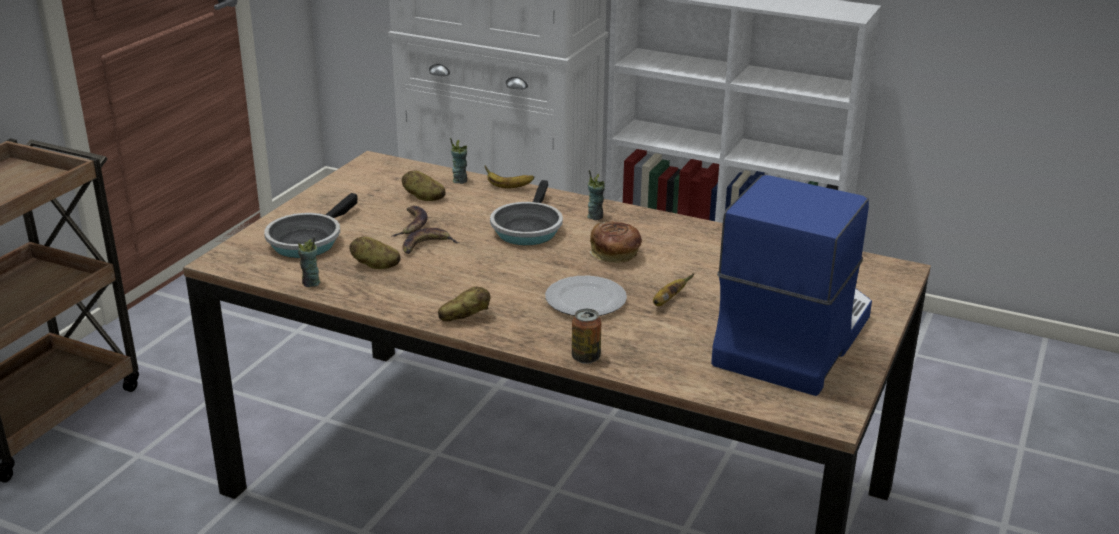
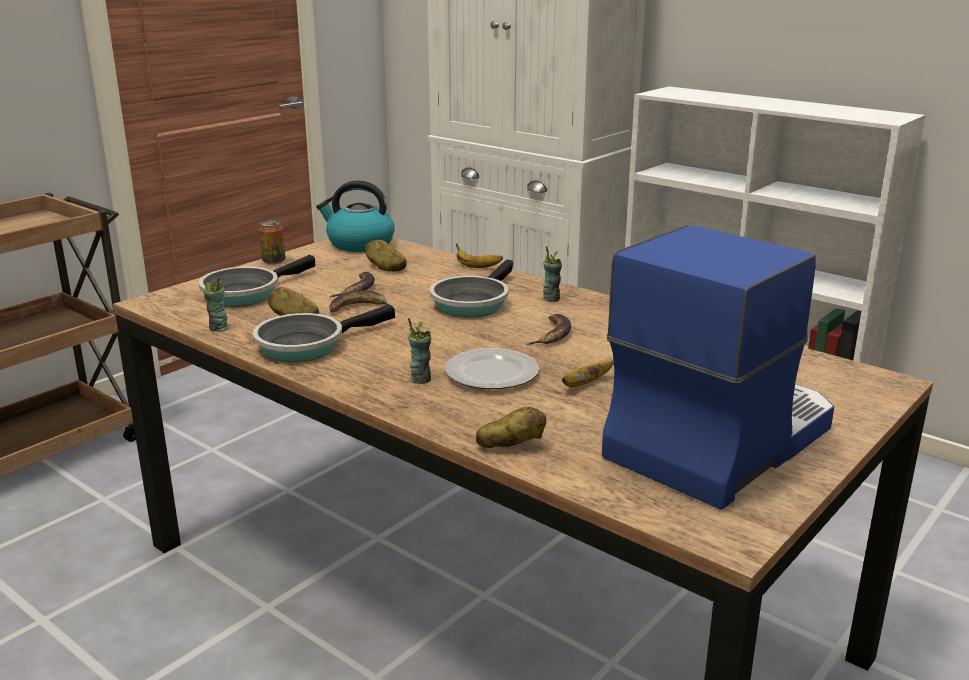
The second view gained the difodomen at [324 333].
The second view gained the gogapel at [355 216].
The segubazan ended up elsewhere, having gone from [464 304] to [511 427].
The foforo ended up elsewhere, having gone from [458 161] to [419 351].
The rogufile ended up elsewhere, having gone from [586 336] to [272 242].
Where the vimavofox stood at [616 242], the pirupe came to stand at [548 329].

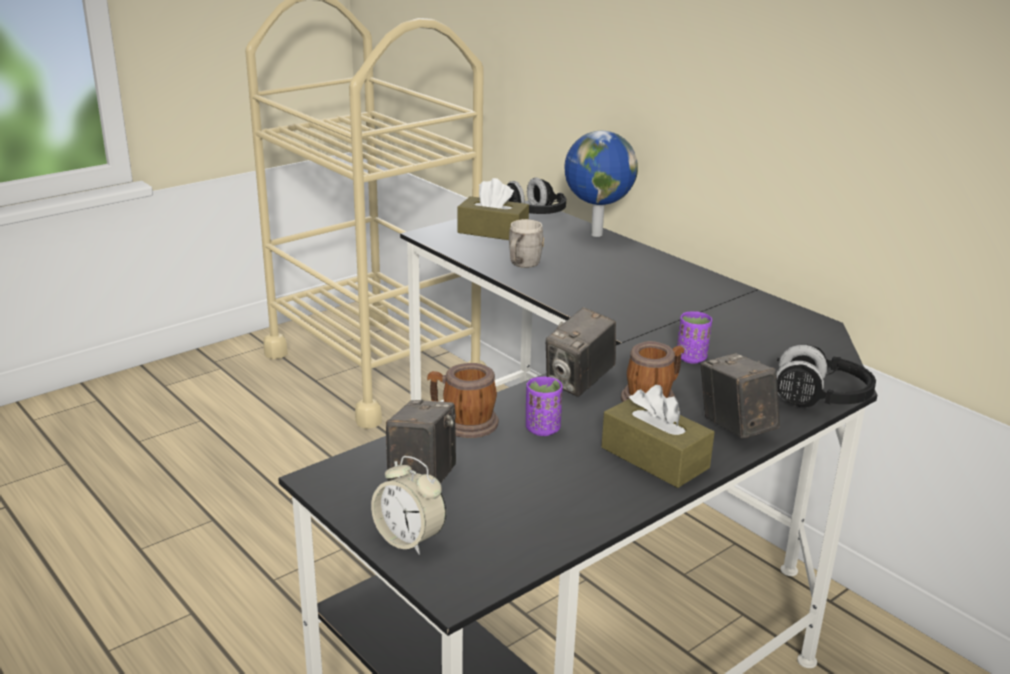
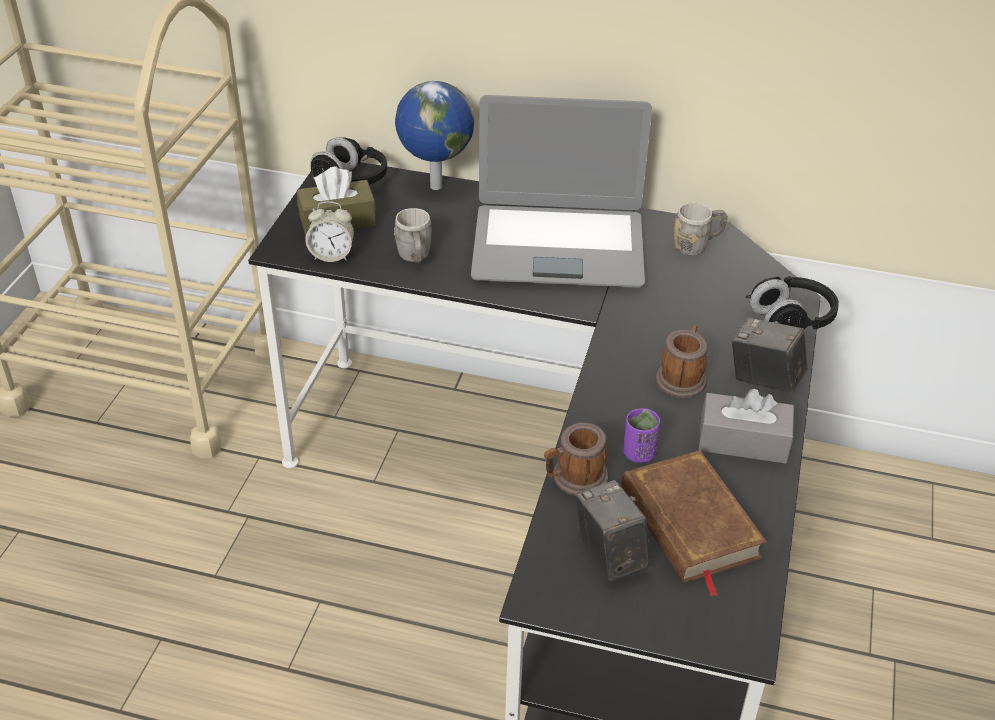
The second view lost the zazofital at [581 352].
The second view lost the purple_foforo at [694 337].
The second view gained the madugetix at [561 191].
The second view gained the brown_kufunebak at [694 523].
The second view gained the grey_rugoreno at [701 229].
The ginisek ended up elsewhere, having gone from [408 505] to [329 231].
What was the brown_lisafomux at [658 436] turned into the grey_lisafomux at [746 426].

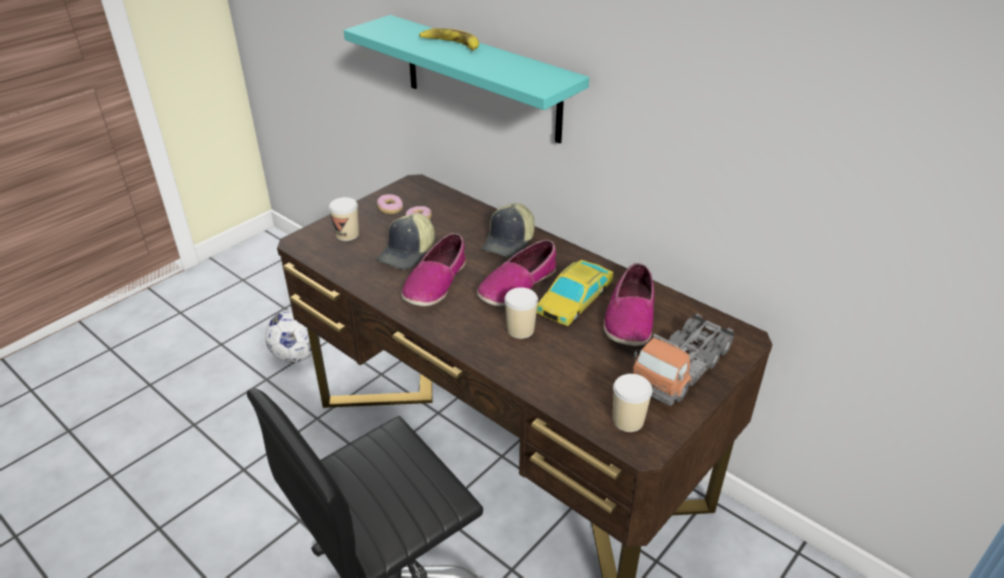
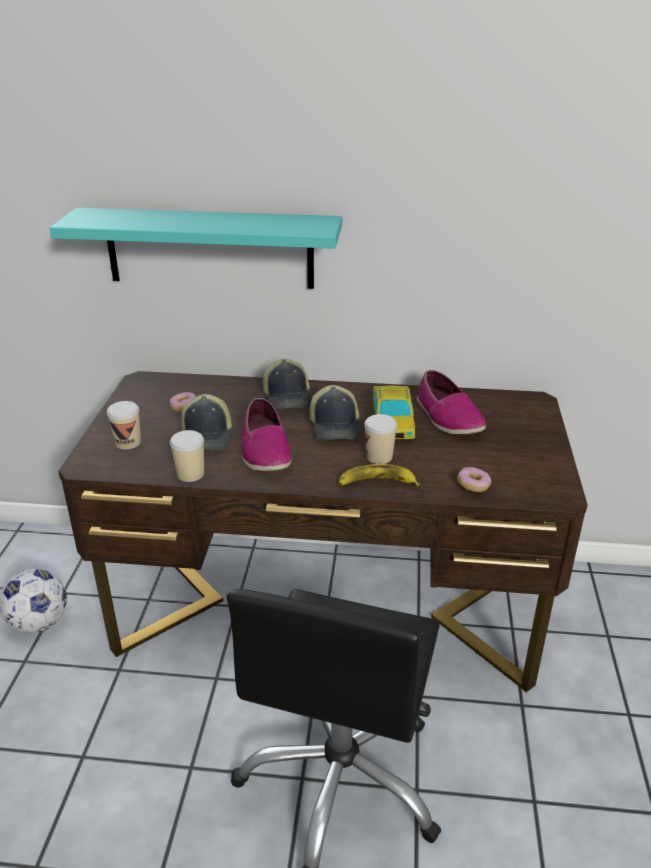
The second view lost the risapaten at [684 360].
The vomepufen ended up elsewhere, having gone from [390 204] to [474 479].
The pirupe ended up elsewhere, having gone from [449 39] to [379 475].
The foforo ended up elsewhere, having gone from [632 403] to [187 456].
Where the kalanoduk stood at [516 273], the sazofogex came to stand at [335 413].

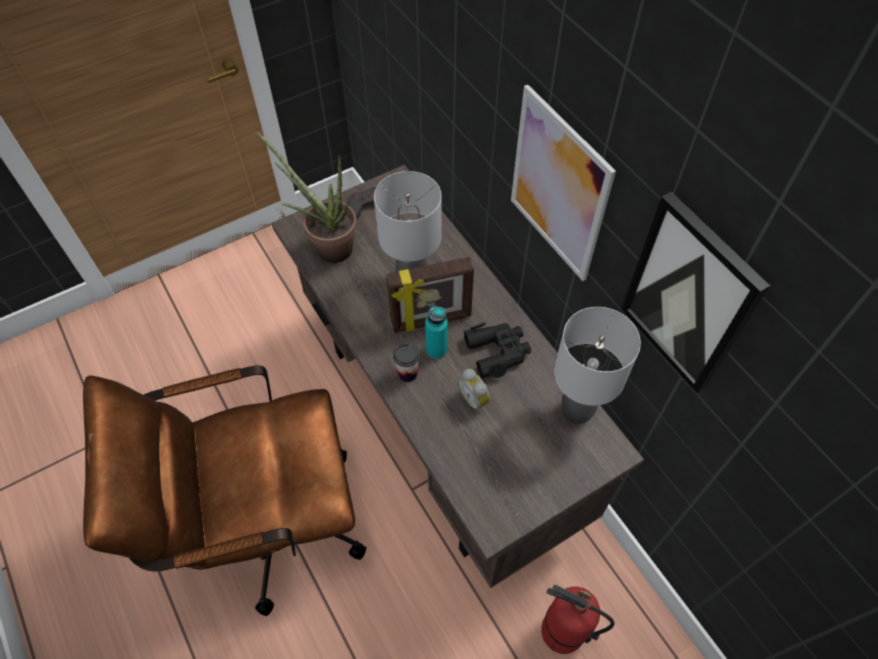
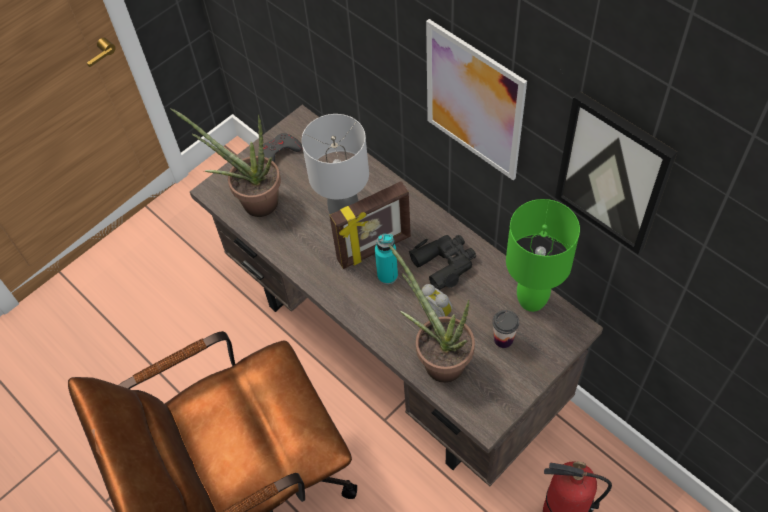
The second view gained the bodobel at [432 313].
The foforo ended up elsewhere, having gone from [406 362] to [505 329].
What was the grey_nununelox at [597 365] turned into the green_nununelox at [543 255].

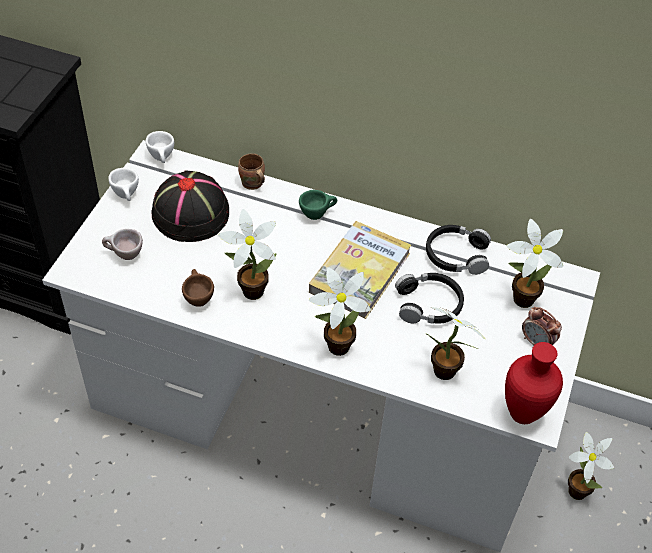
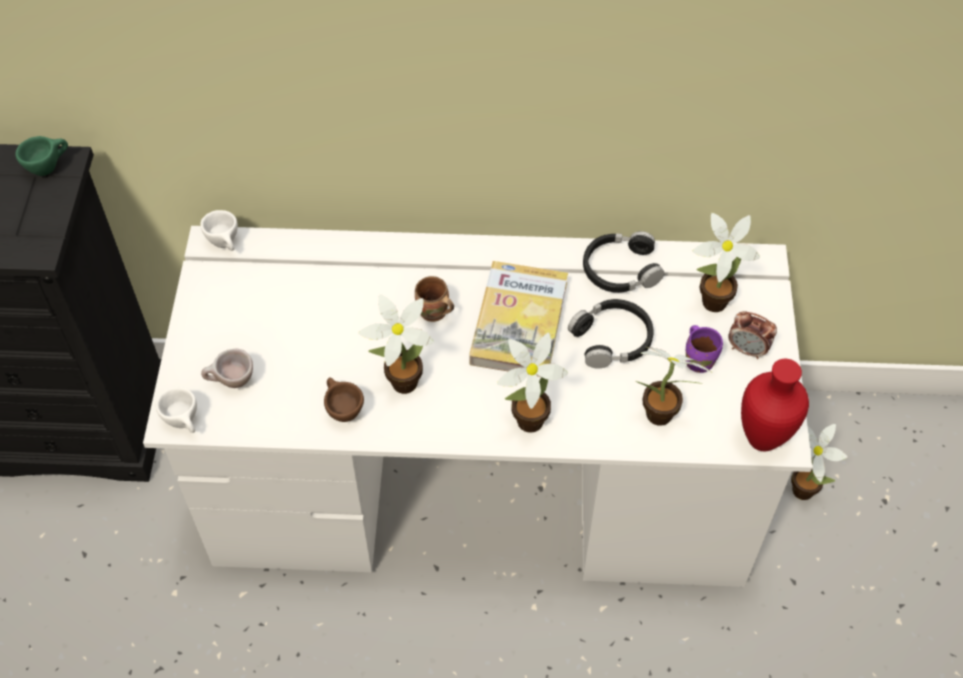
The second view lost the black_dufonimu at [190 206].
The second view gained the purple_rugoreno at [704 349].
The white_foforo ended up elsewhere, having gone from [123 184] to [176 410].
The brown_rugoreno ended up elsewhere, having gone from [251 171] to [434 299].
The green_foforo ended up elsewhere, having gone from [318 205] to [41 156].

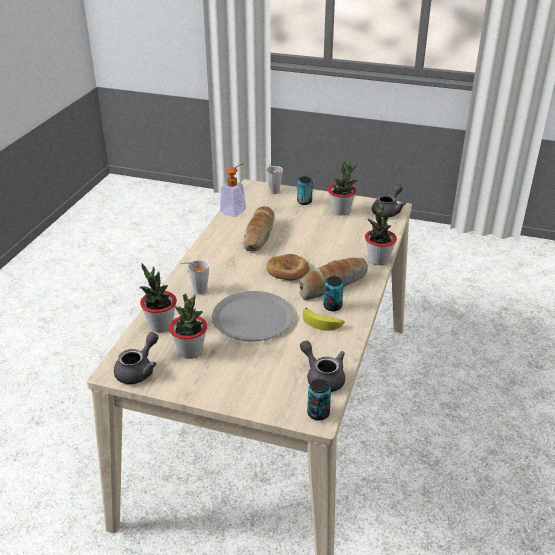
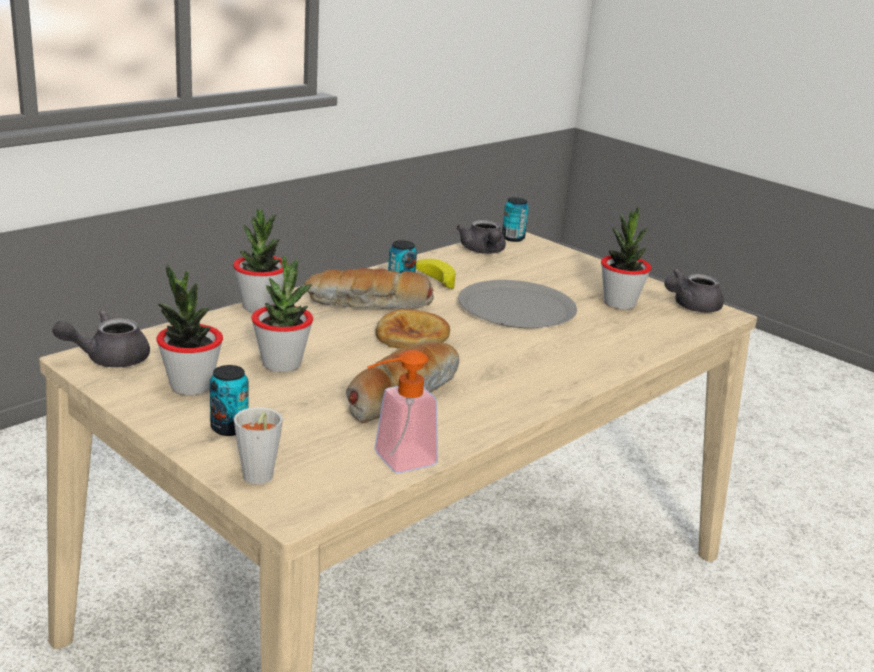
The second view lost the grey_foforo at [195 277].
The bodobel ended up elsewhere, having gone from [158 297] to [282 314].

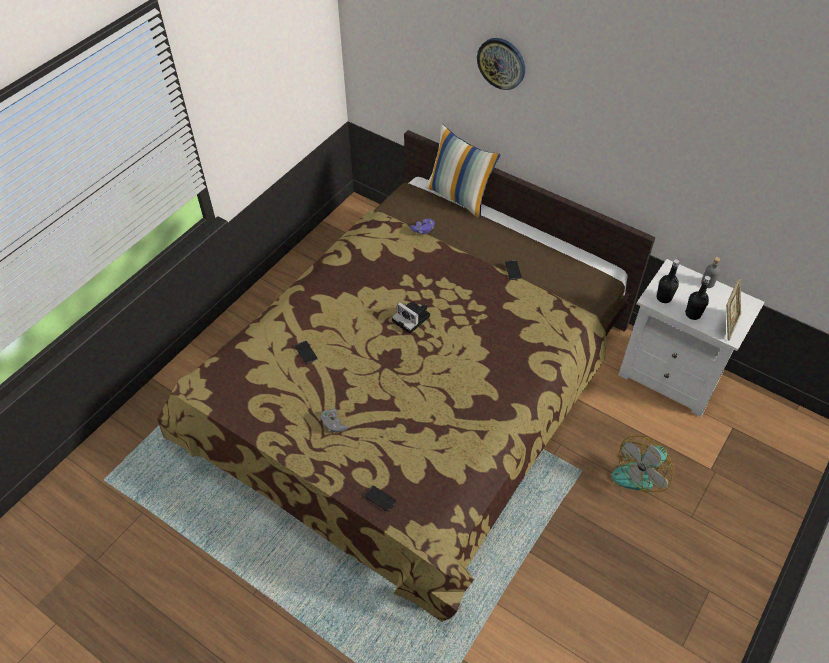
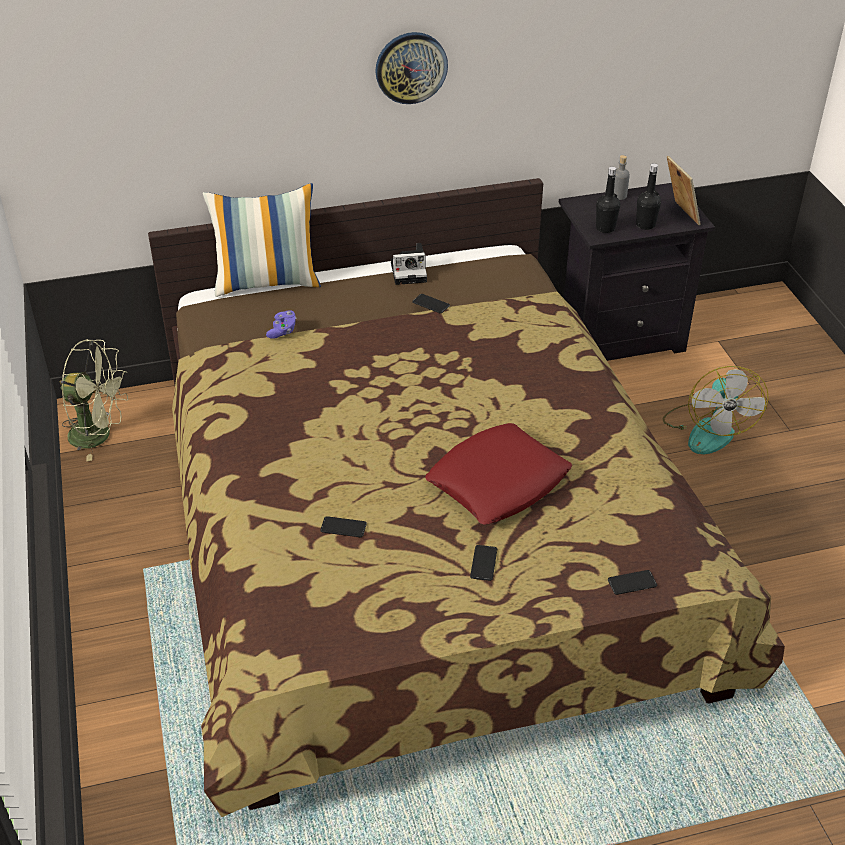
The second view gained the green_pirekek at [94 400].
The second view gained the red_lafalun at [498 474].
The zazofital ended up elsewhere, having gone from [411 318] to [409 264].
The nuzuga ended up elsewhere, having gone from [501 64] to [411 68].
Where the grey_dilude stood at [334 420], the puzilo came to stand at [483 563].
What was the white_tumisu at [691 338] turned into the black_tumisu at [637 272].

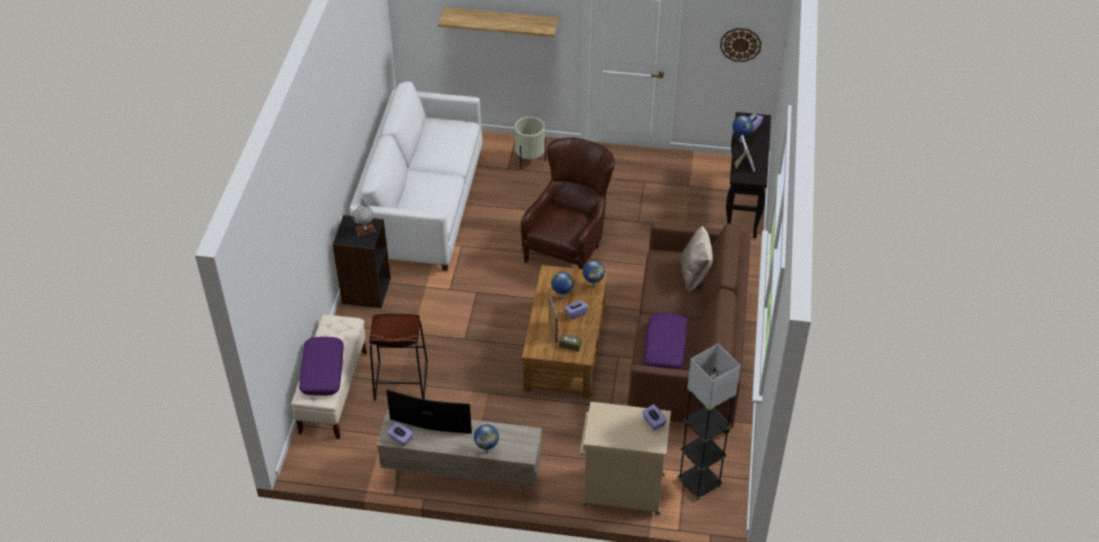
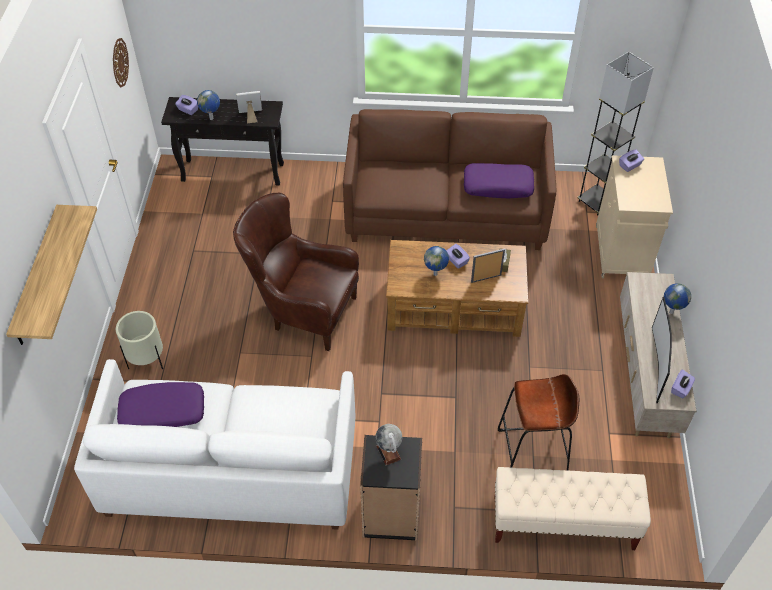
The second view lost the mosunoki at [594 274].
The second view lost the beige_lafalun at [696 258].
The purple_lafalun ended up elsewhere, having gone from [321 366] to [160 404].

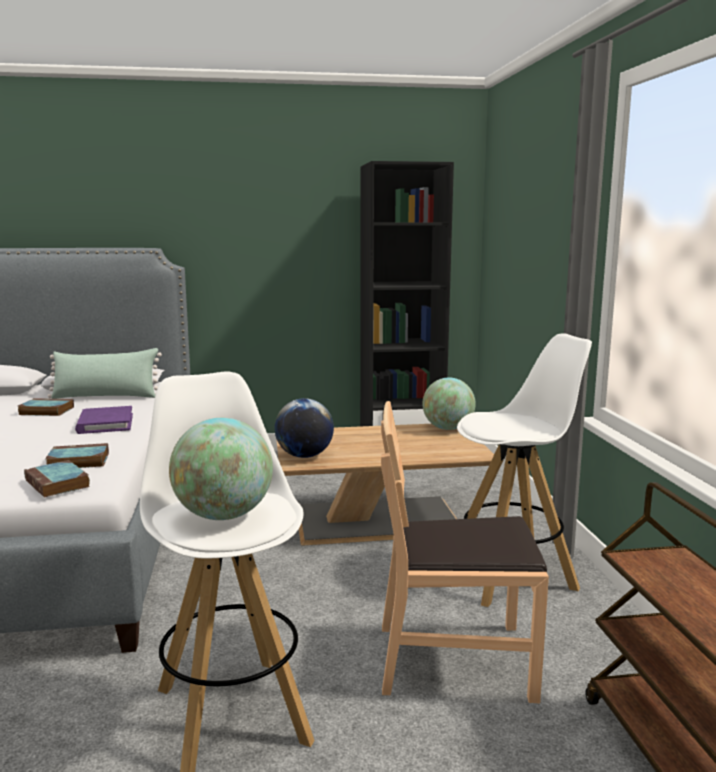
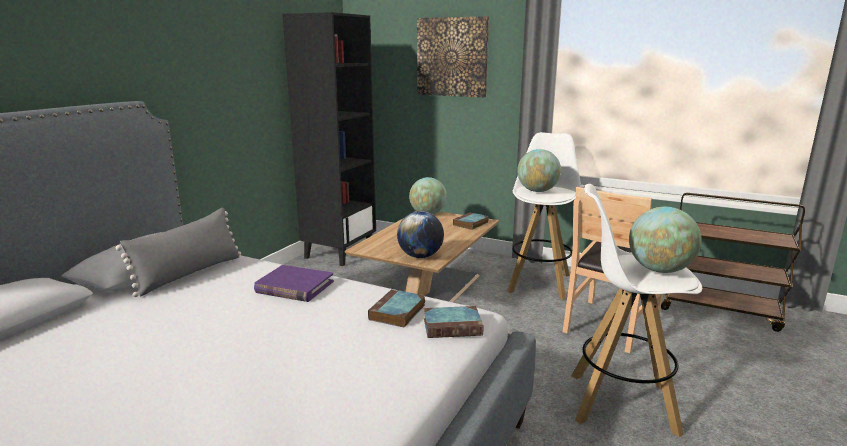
The second view gained the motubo at [453 56].
The second view gained the mosunoki at [539 170].
The kufunebak ended up elsewhere, having gone from [46 407] to [471 221].
What was the green_lafalun at [105 373] turned into the grey_lafalun at [178 252].

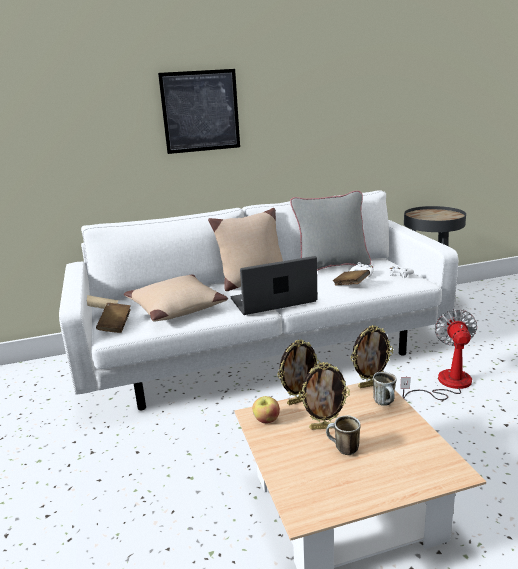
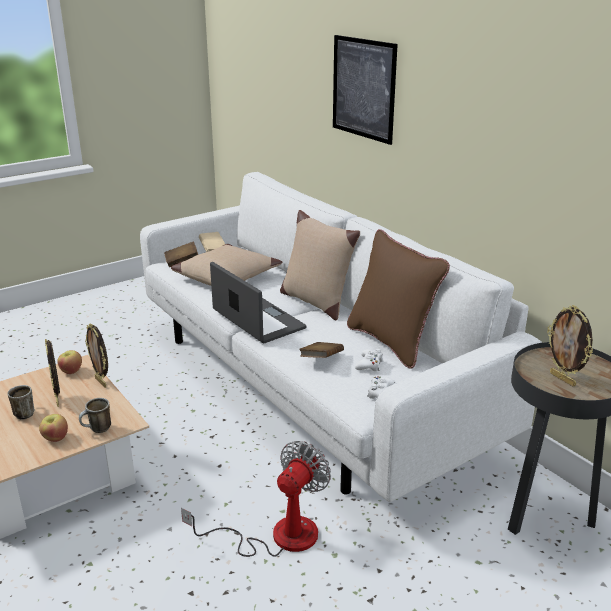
The second view gained the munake at [53 428].
The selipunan ended up elsewhere, having gone from [372 356] to [570 345].
What was the grey_lafalun at [330 231] turned into the brown_lafalun at [398 299].
The pirekek at [438 354] ended up facing another way, 45 degrees counterclockwise from before.

